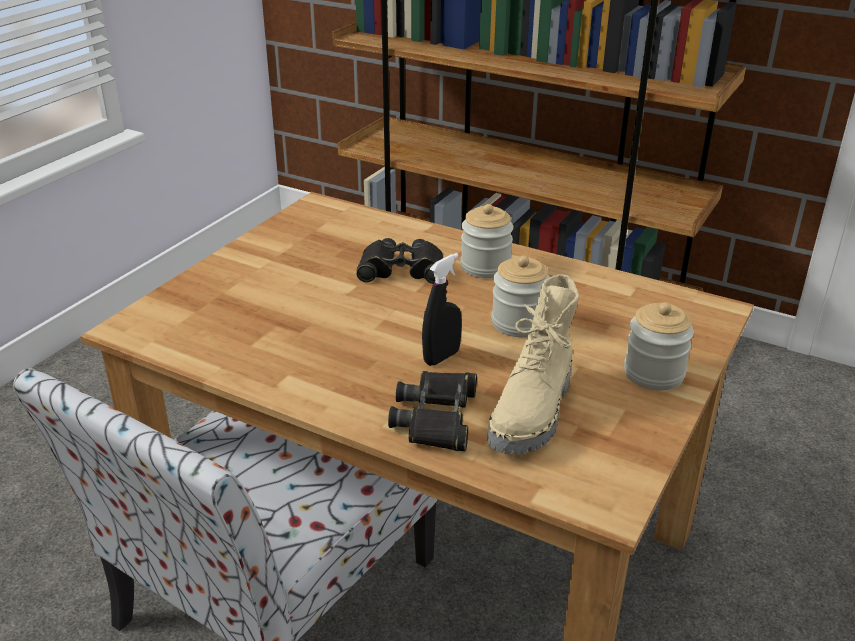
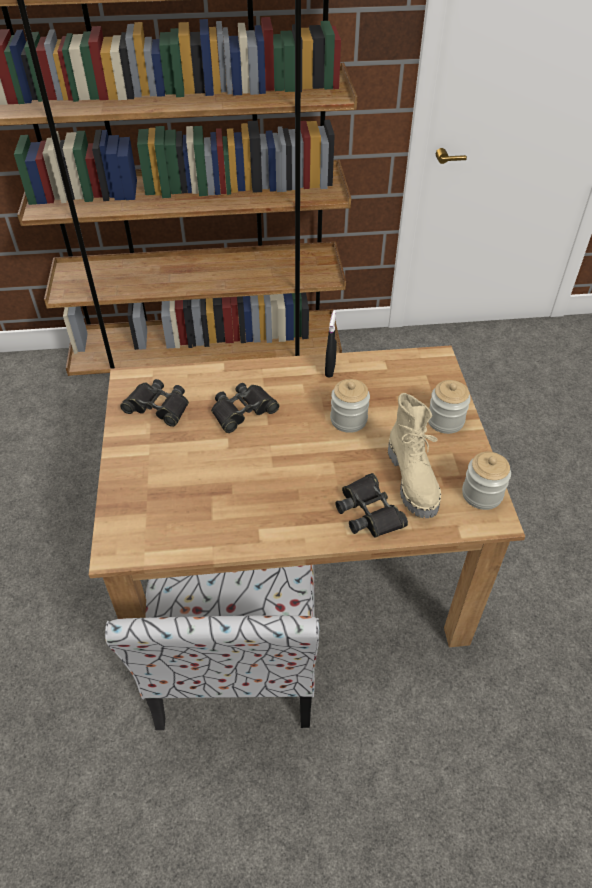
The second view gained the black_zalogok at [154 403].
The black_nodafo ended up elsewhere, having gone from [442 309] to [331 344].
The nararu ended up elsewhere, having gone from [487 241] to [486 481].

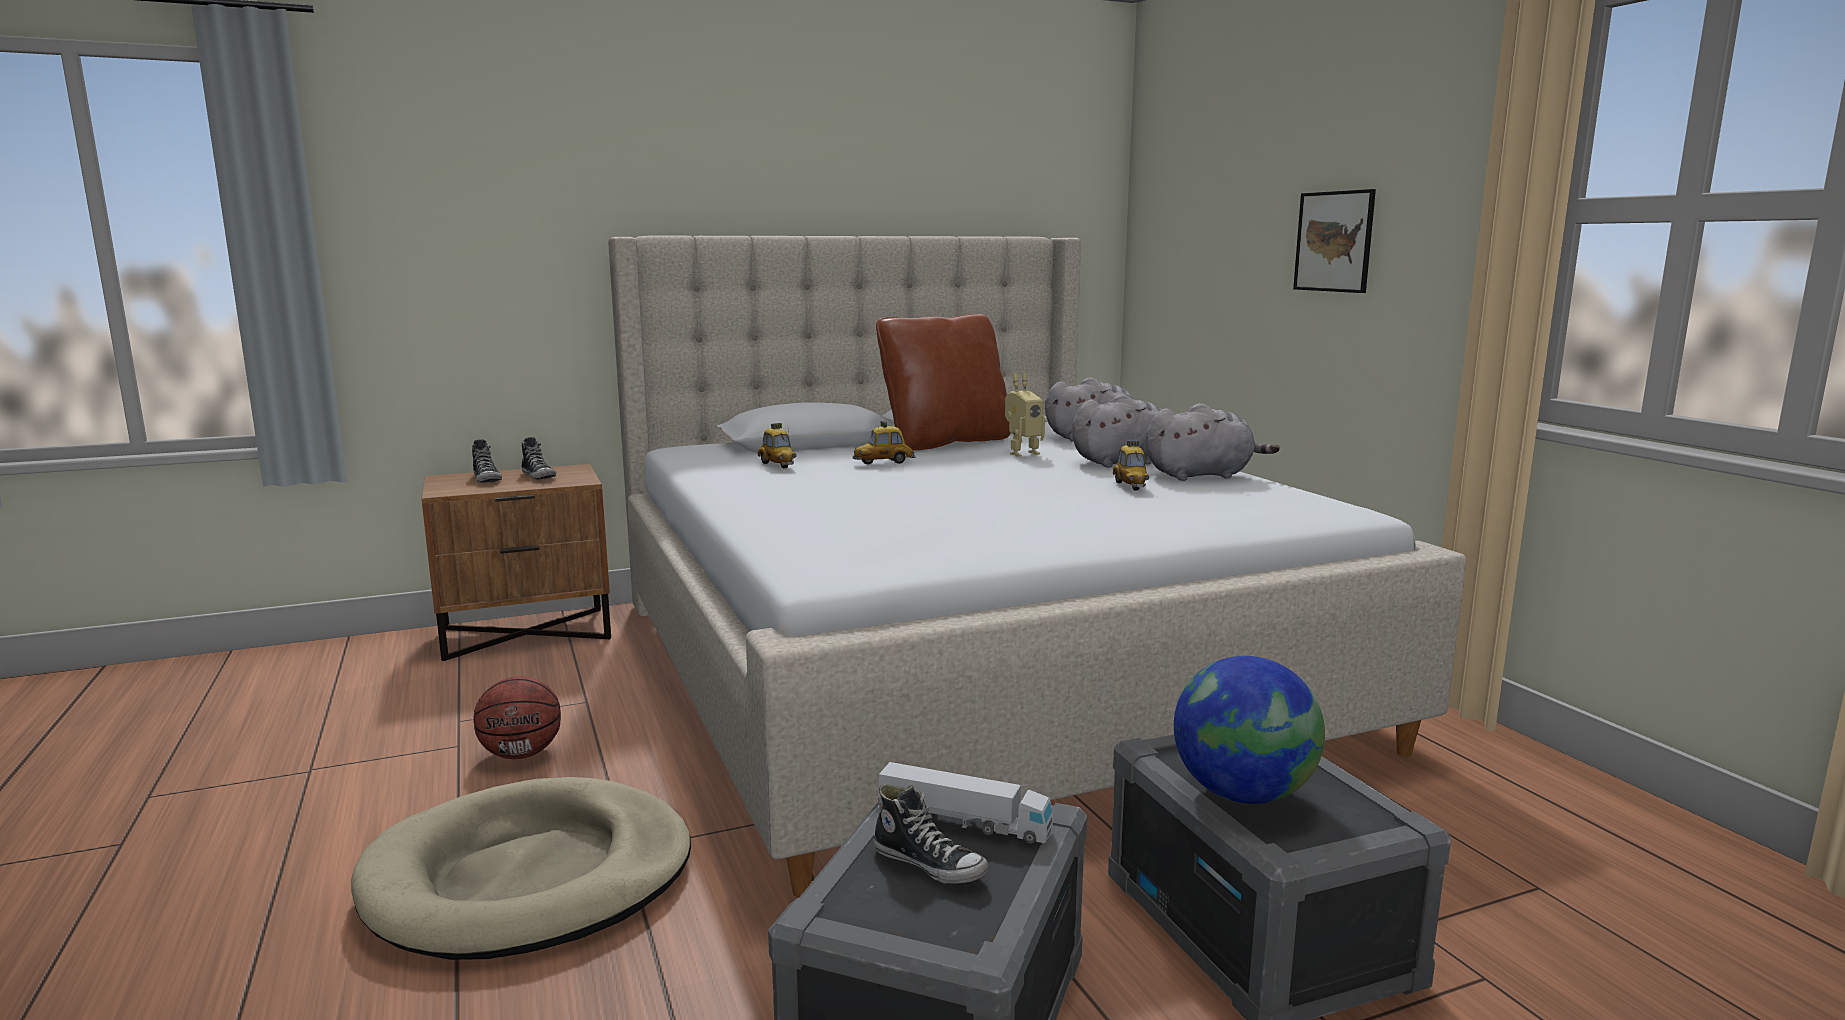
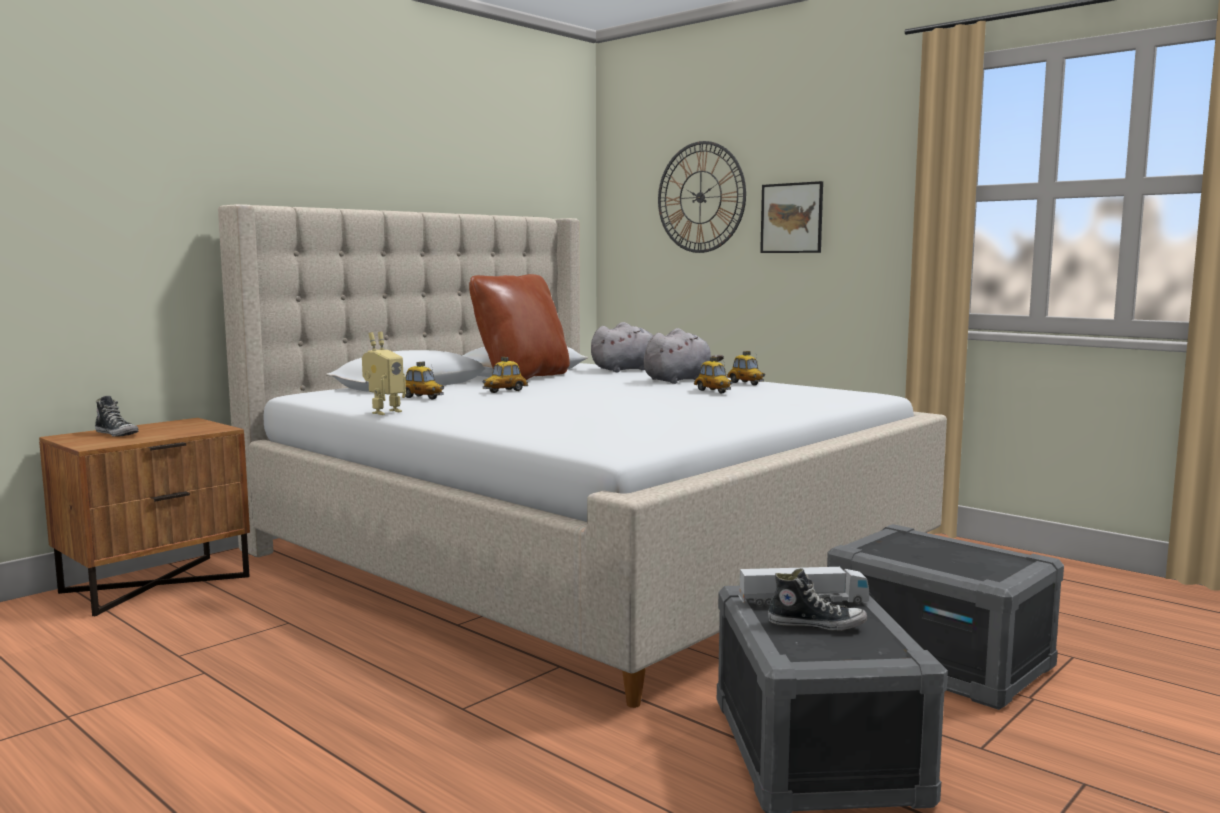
The second view lost the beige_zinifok at [521 868].
The second view lost the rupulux at [517 717].
The second view lost the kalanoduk at [538 458].
The second view lost the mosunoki at [1249 730].
The second view gained the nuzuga at [702 197].
The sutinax ended up elsewhere, having gone from [1025 415] to [384 373].
Where the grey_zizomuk stood at [1213 442], the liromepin came to stand at [746 368].

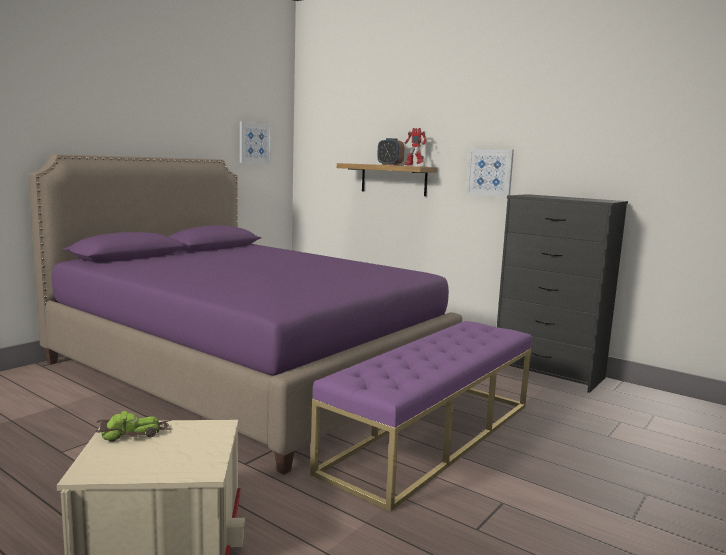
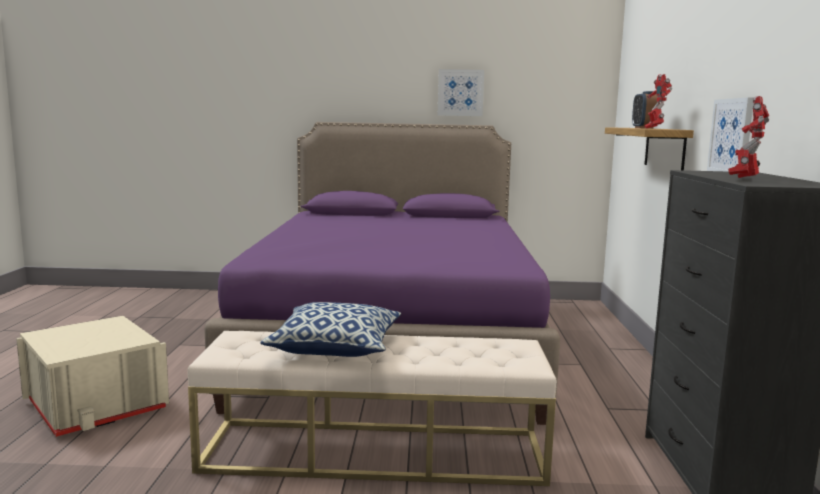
The second view lost the liromepin at [133 426].
The second view gained the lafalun at [330 329].
The second view gained the sutinax at [748 137].
The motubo ended up elsewhere, having gone from [255 142] to [461 92].
What was the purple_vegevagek at [421 416] turned into the beige_vegevagek at [372 408].

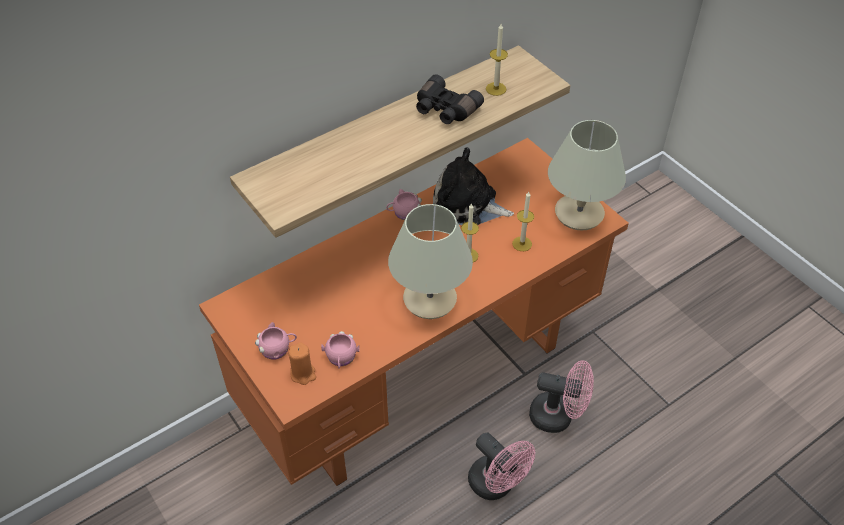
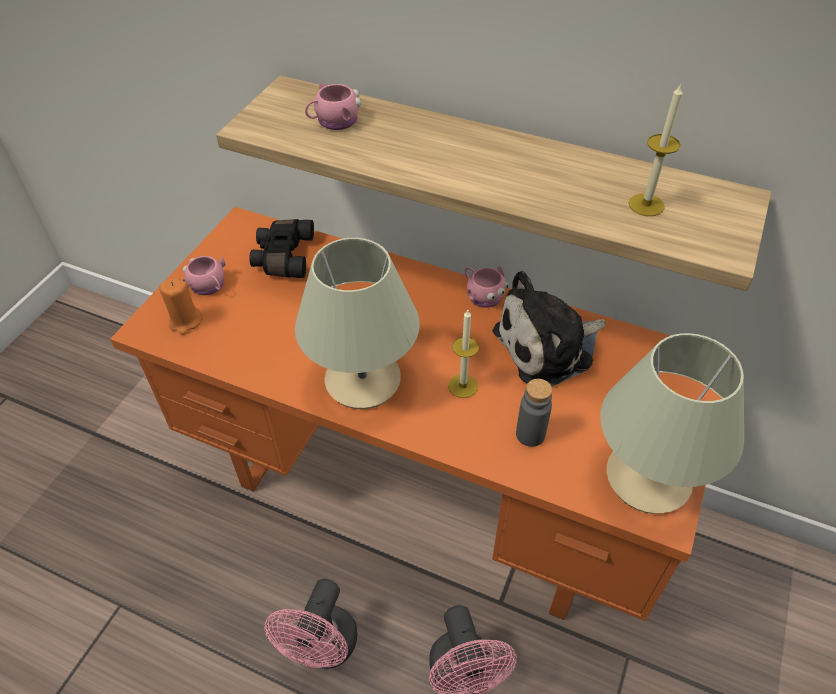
The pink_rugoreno ended up elsewhere, having gone from [340 350] to [333 106].
The black_zalogok ended up elsewhere, having gone from [450 99] to [281 248].
Where the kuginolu stood at [523 221], the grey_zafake came to stand at [534 413].
The zizomuk at [473 186] ended up facing another way, 105 degrees counterclockwise from before.

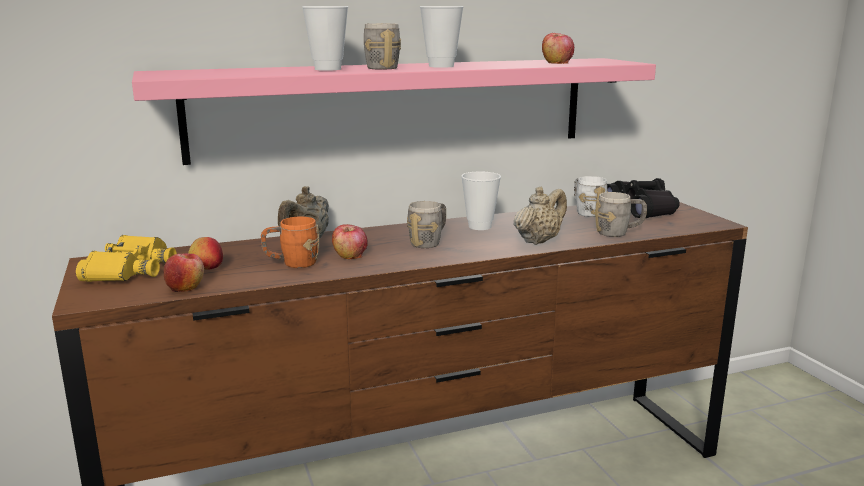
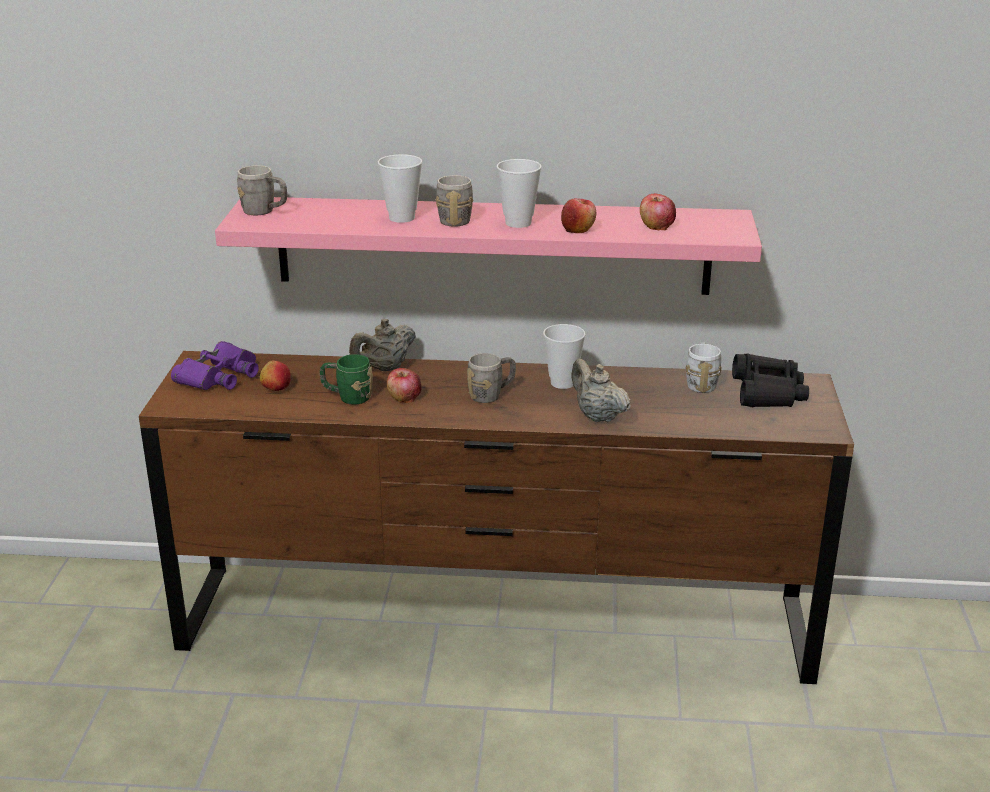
The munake ended up elsewhere, having gone from [184 273] to [578 215].
The grey_rugoreno ended up elsewhere, having gone from [621 214] to [262 190].
What was the yellow_zalogok at [126 258] turned into the purple_zalogok at [215 365].
What was the orange_rugoreno at [290 242] turned into the green_rugoreno at [346 379].
The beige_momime at [540 216] ended up facing another way, 105 degrees counterclockwise from before.

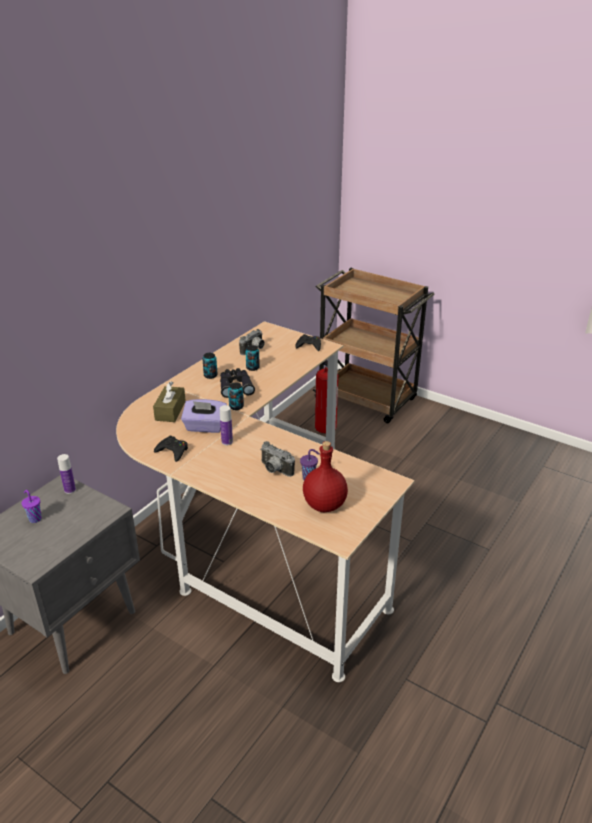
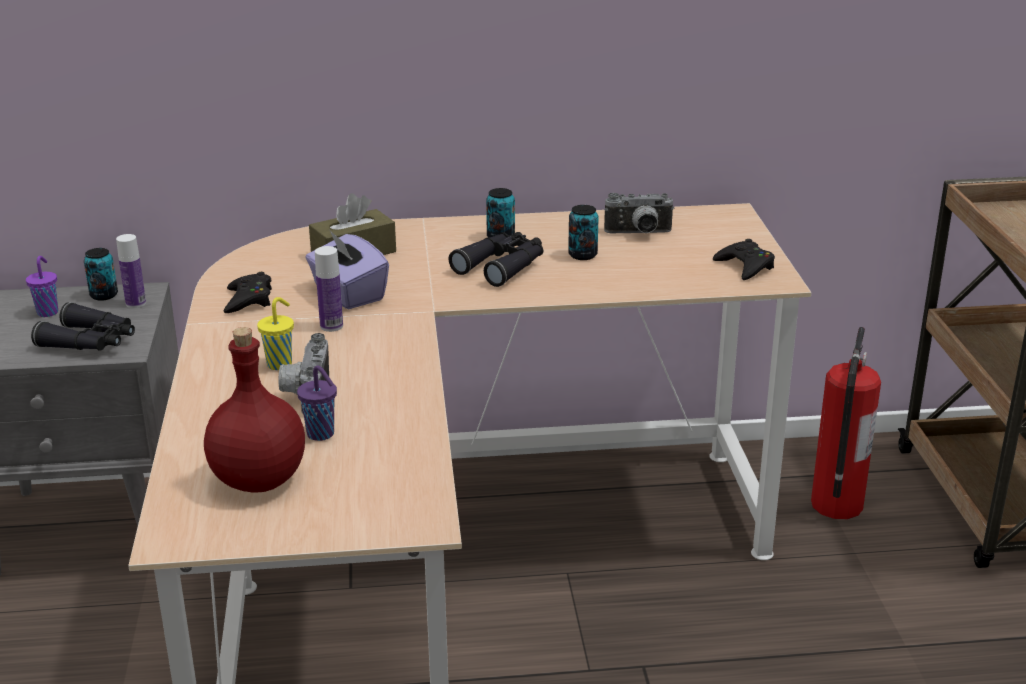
The second view gained the black_zalogok at [83 326].
The second view gained the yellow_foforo at [275 333].
The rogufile ended up elsewhere, having gone from [236 396] to [101 274].

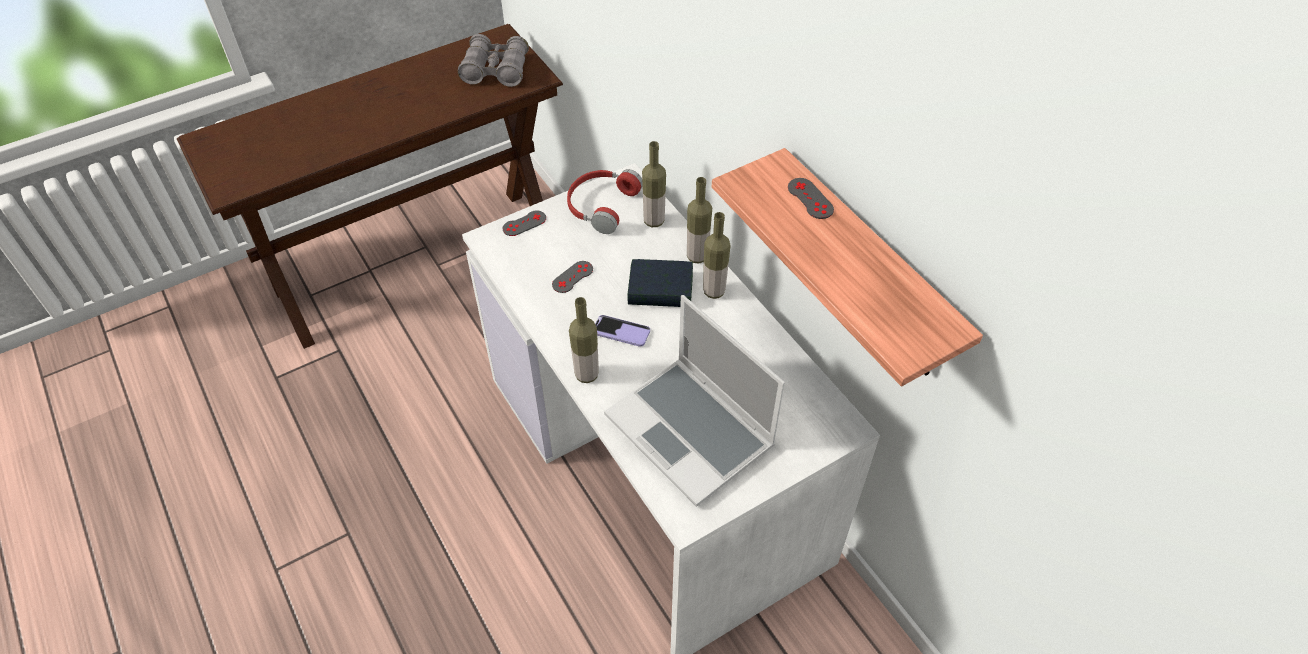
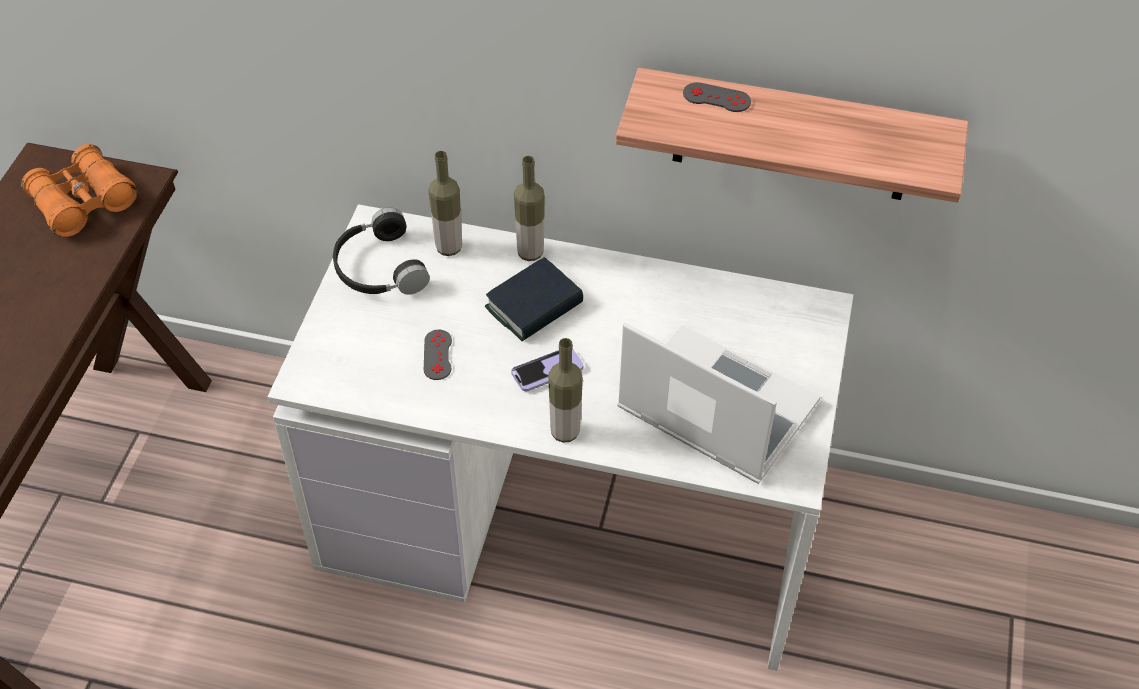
The second view lost the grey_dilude at [524 223].
The second view lost the zafake at [717 255].
What was the grey_zalogok at [493 60] turned into the orange_zalogok at [79 190].
What was the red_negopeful at [605 201] turned into the black_negopeful at [381 251].
The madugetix at [694 401] ended up facing another way, 150 degrees counterclockwise from before.

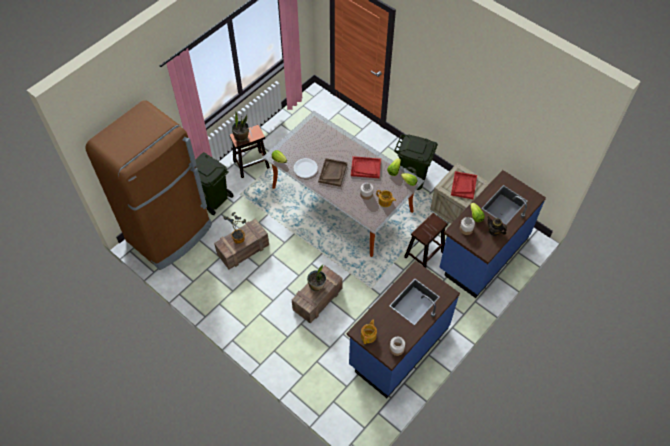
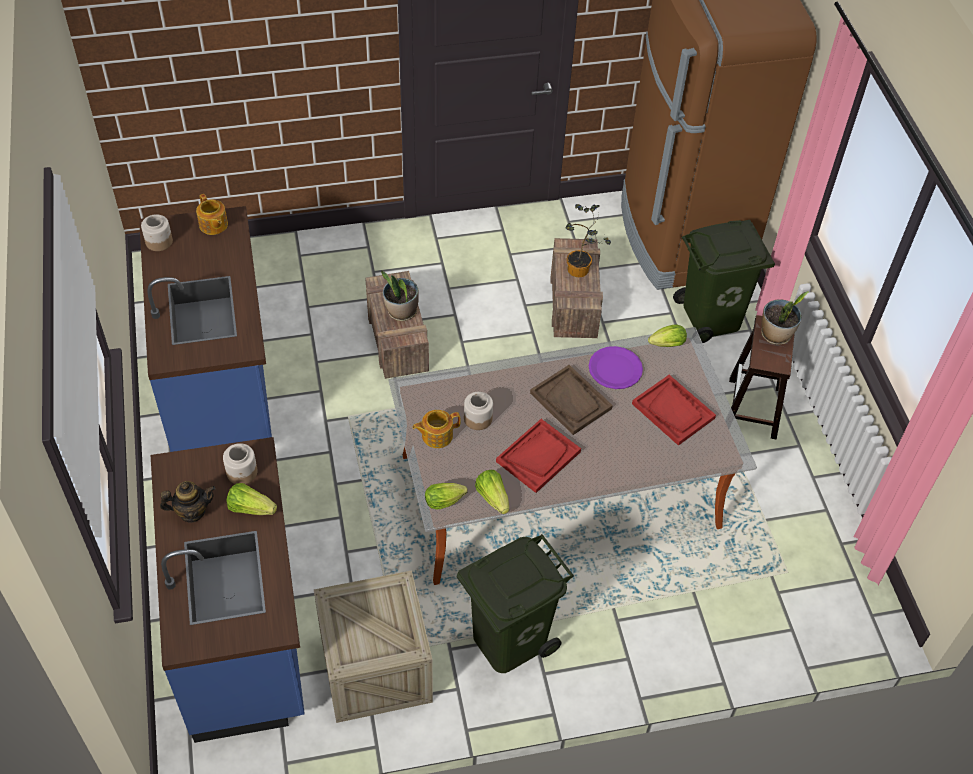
The second view lost the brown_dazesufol at [426 240].
The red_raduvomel ended up elsewhere, having gone from [464 185] to [674 410].
What was the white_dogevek at [306 168] turned into the purple_dogevek at [616 367].

